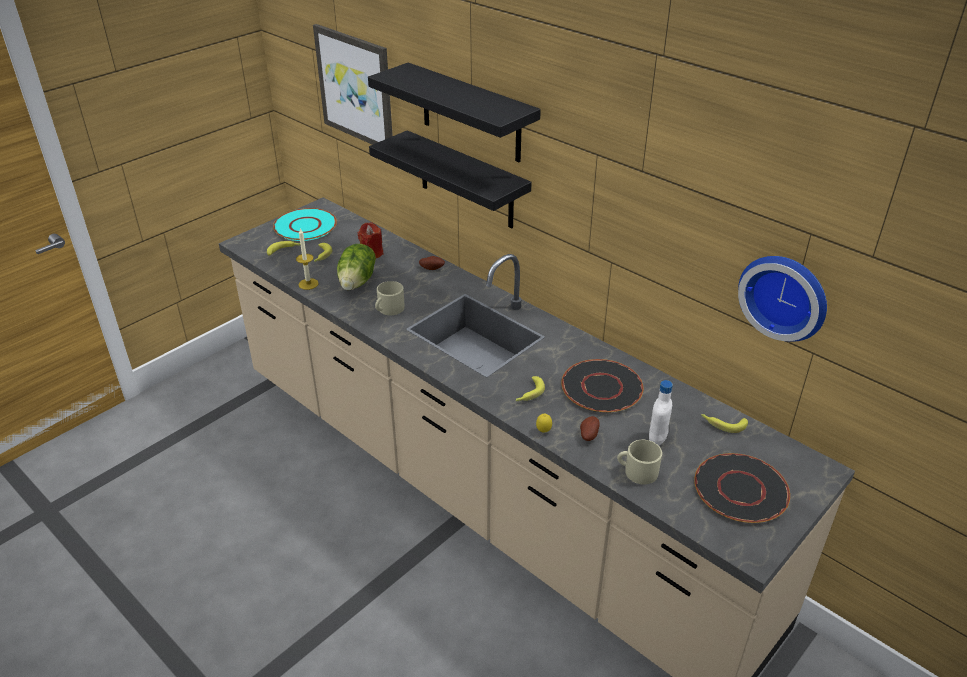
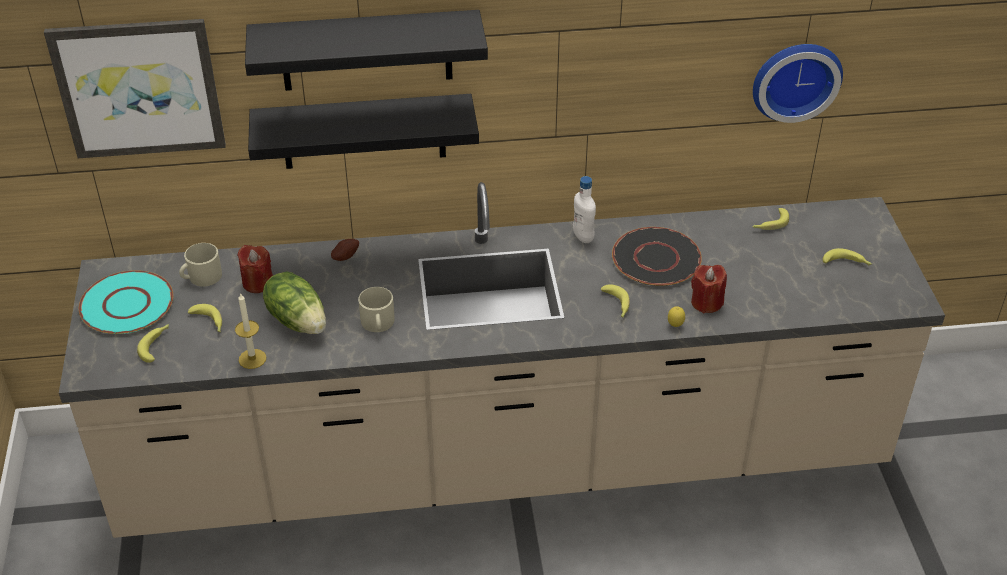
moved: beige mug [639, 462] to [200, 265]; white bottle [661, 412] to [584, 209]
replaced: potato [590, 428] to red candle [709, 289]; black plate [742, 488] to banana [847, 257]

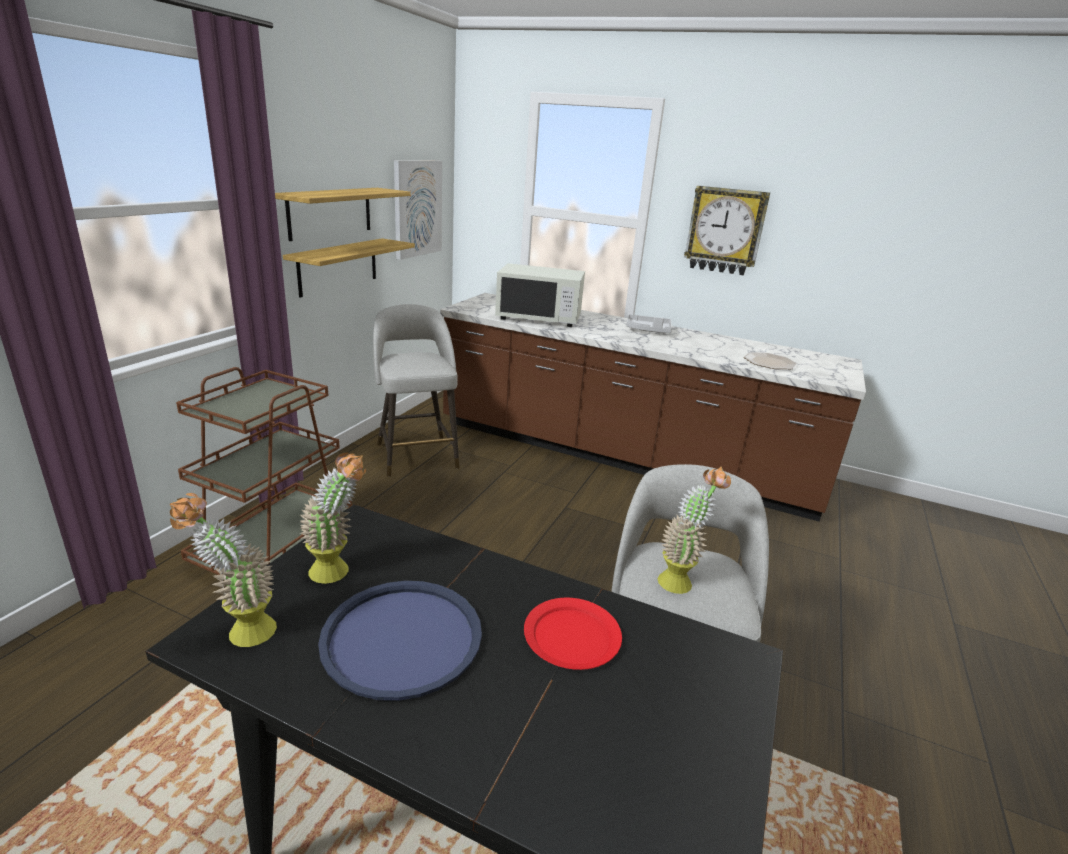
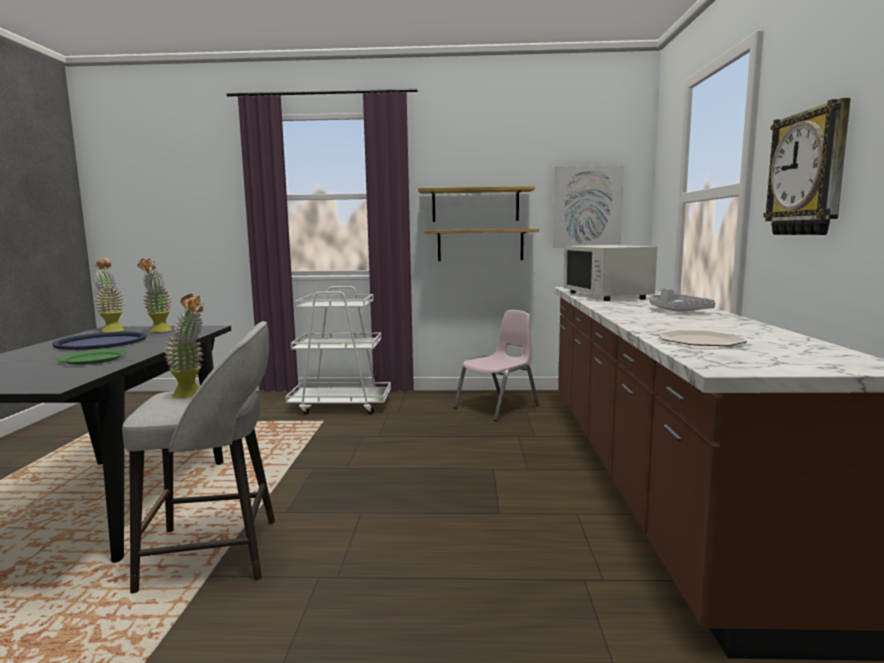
replaced: grey stool [416, 390] to pink chair [496, 365]
recoloured: red plate [573, 634] to green plate [92, 357]; brown cart [264, 471] to white cart [338, 350]

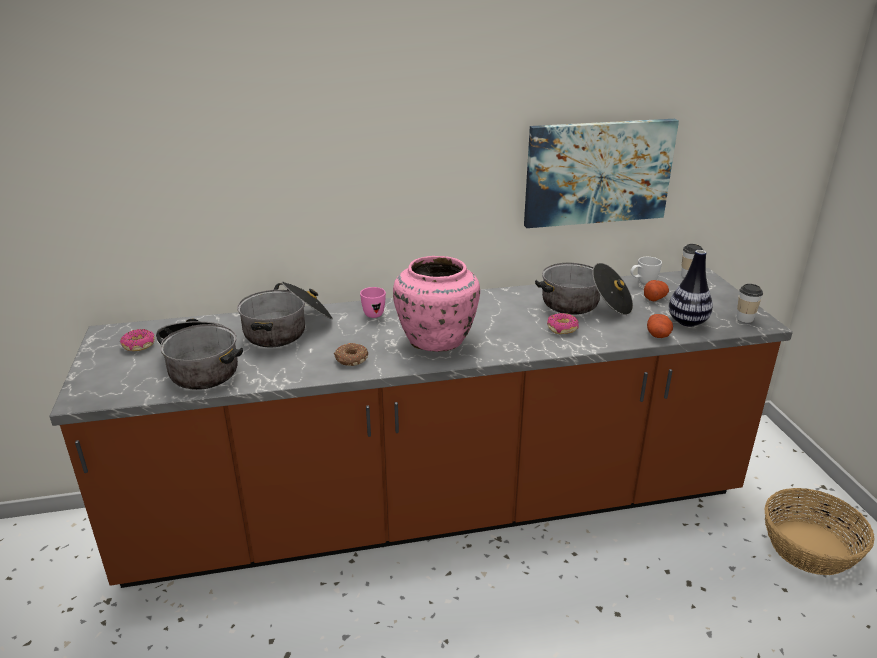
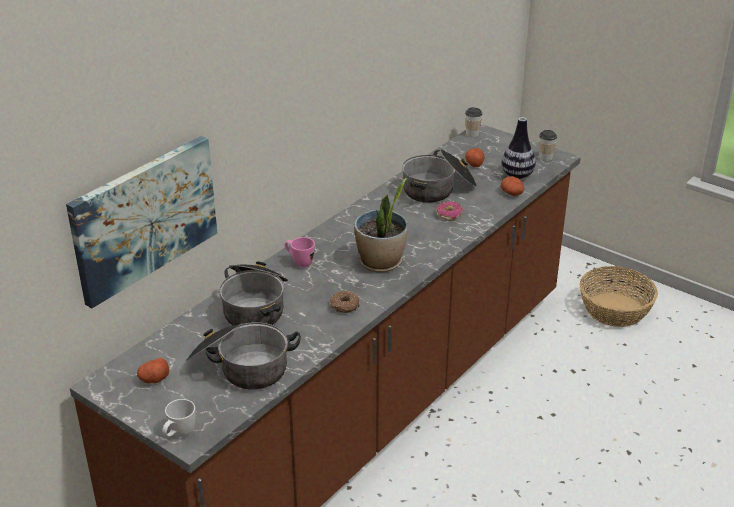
moved: picture [601, 173] to [141, 222]; white mug [646, 270] to [179, 418]
replaced: donut [137, 340] to potato [153, 370]; pink vase [436, 304] to potted plant [381, 225]

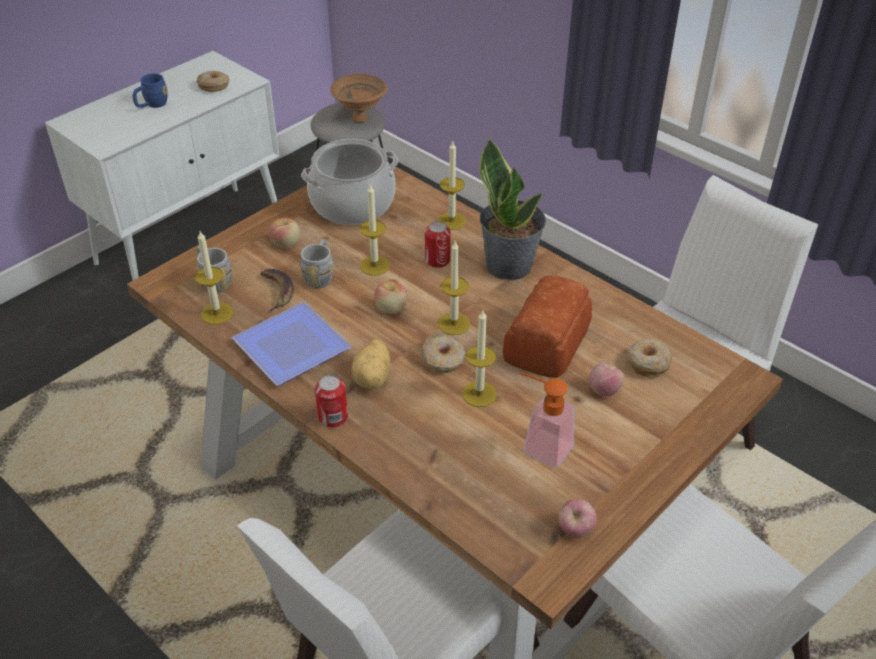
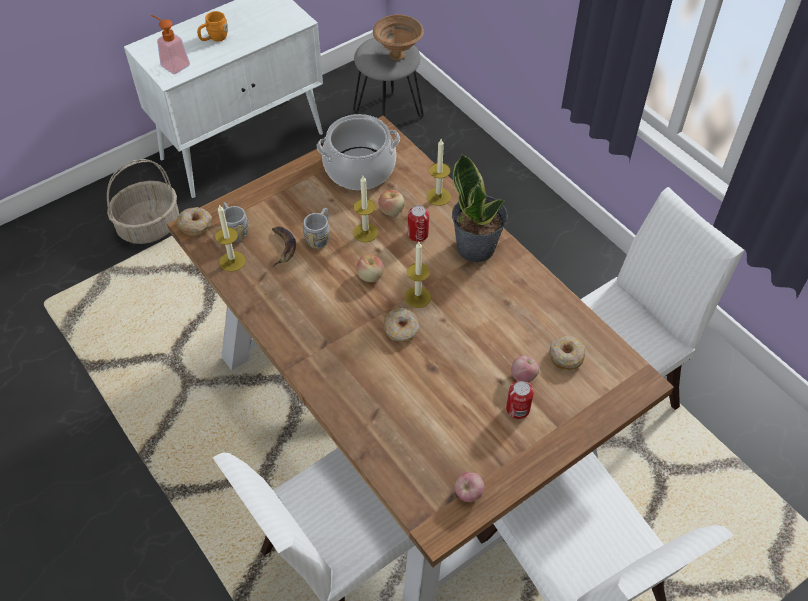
removed: plate [291, 344]; potato [371, 364]; candle [479, 359]; bread [547, 327]
added: basket [143, 201]
moved: soap dispenser [547, 419] to [170, 44]; donut [213, 81] to [194, 221]; apple [284, 232] to [391, 203]; can [331, 401] to [520, 400]
recoloured: blue mug [150, 90] to orange mug [212, 26]

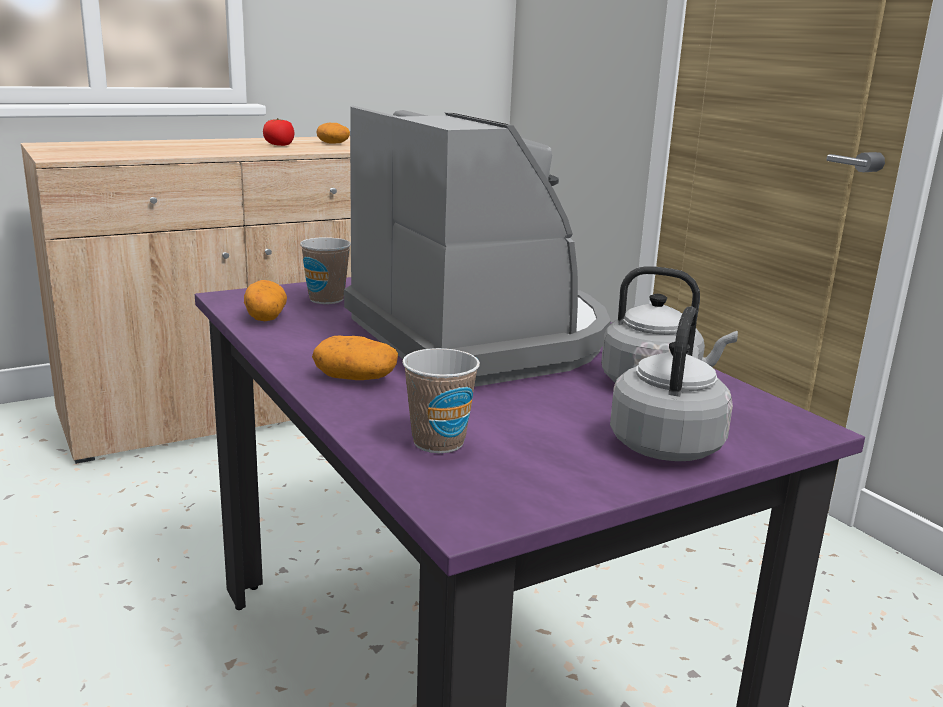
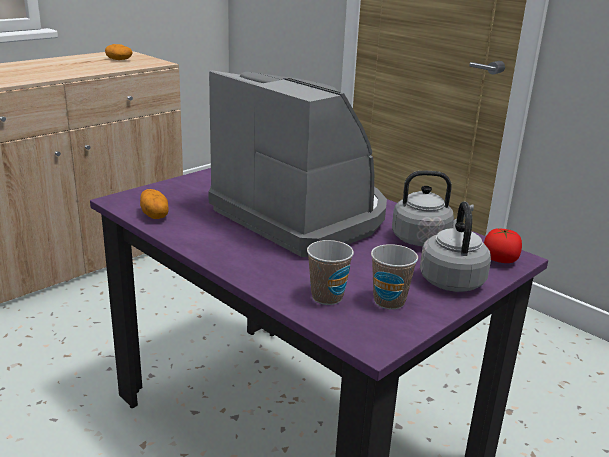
removed: potato [355, 358]
moved: cup [325, 270] to [394, 277]; tomato [278, 132] to [503, 245]

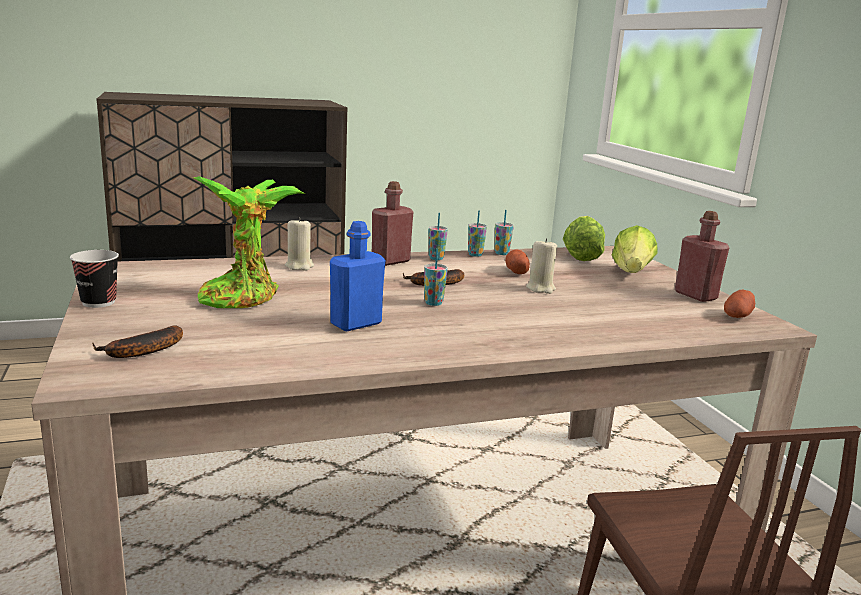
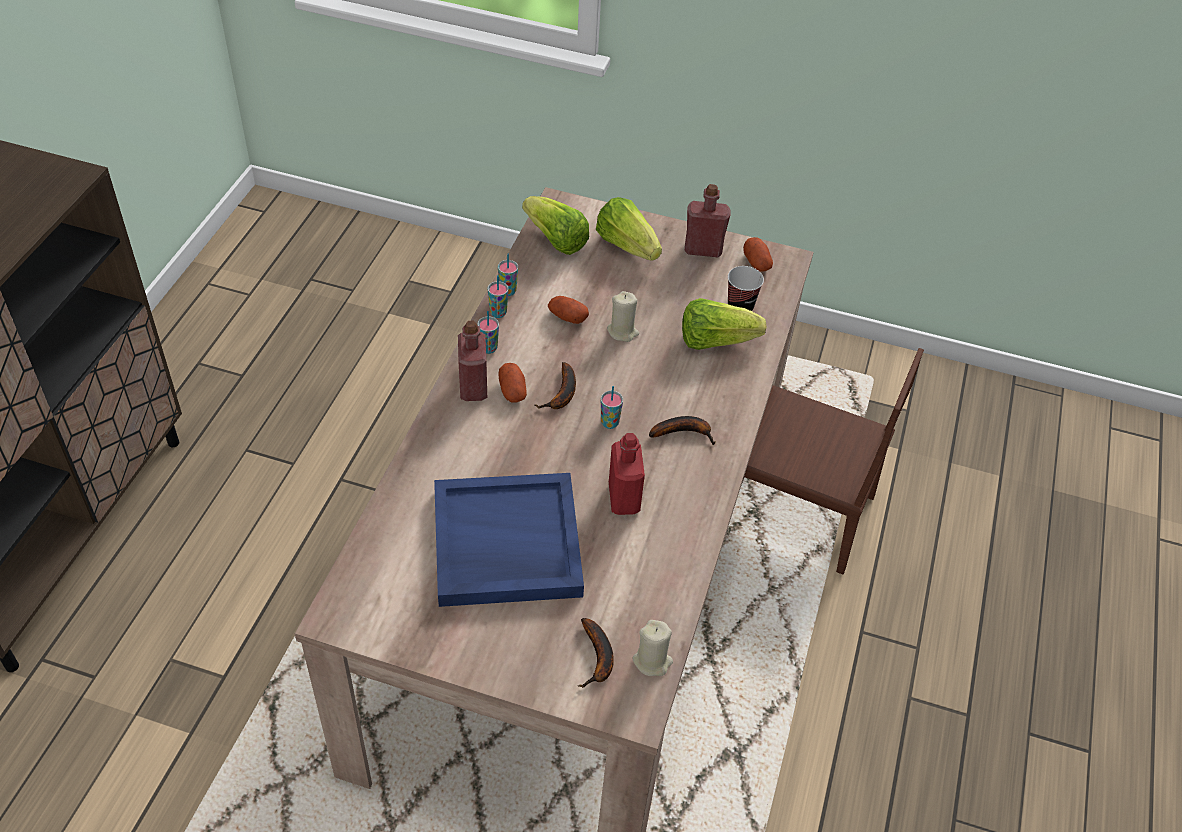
added: potato [513, 383]; banana [682, 430]; lettuce [724, 324]
moved: beige candle [299, 244] to [652, 648]; cup [94, 279] to [746, 288]
replaced: potted plant [249, 242] to blue tray [509, 540]
recoloured: blue bottle [357, 276] to red bottle [627, 474]

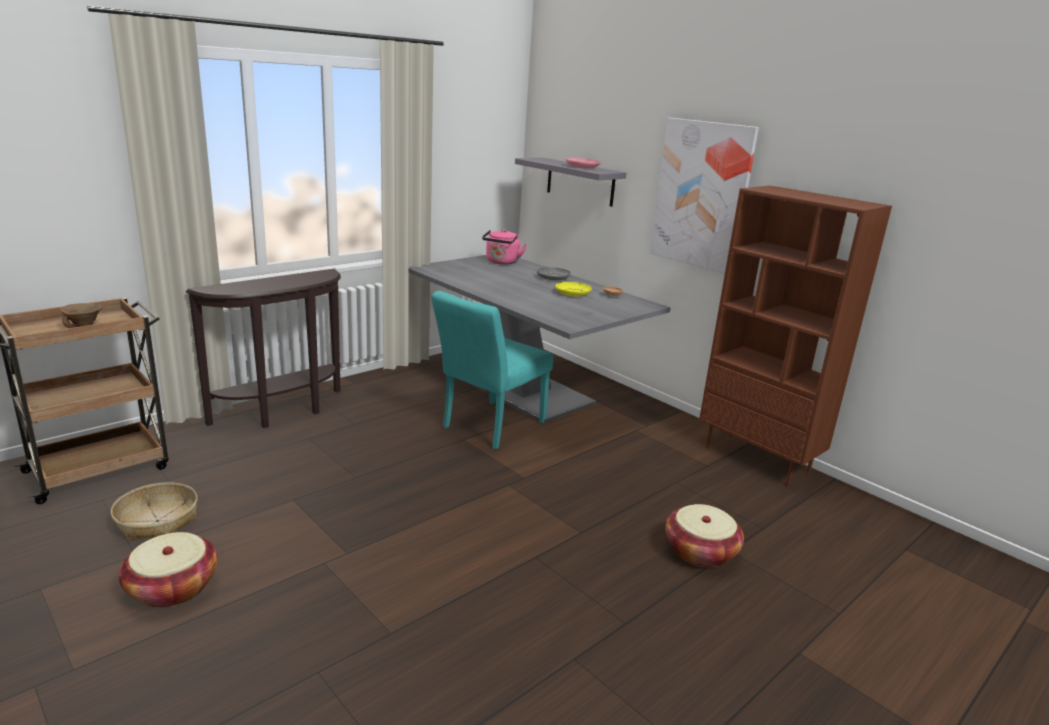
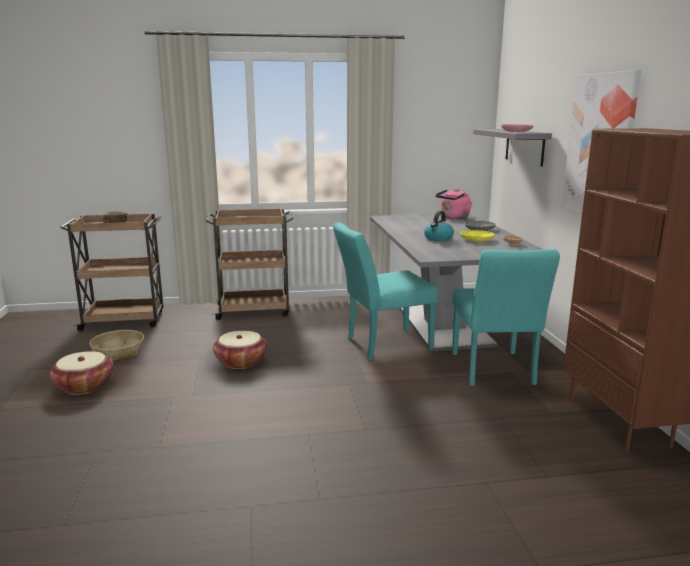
added: kettle [439, 226]; turquoise chair [506, 317]
moved: basket [704, 536] to [240, 350]
replaced: brown console table [263, 348] to brown cart [249, 264]

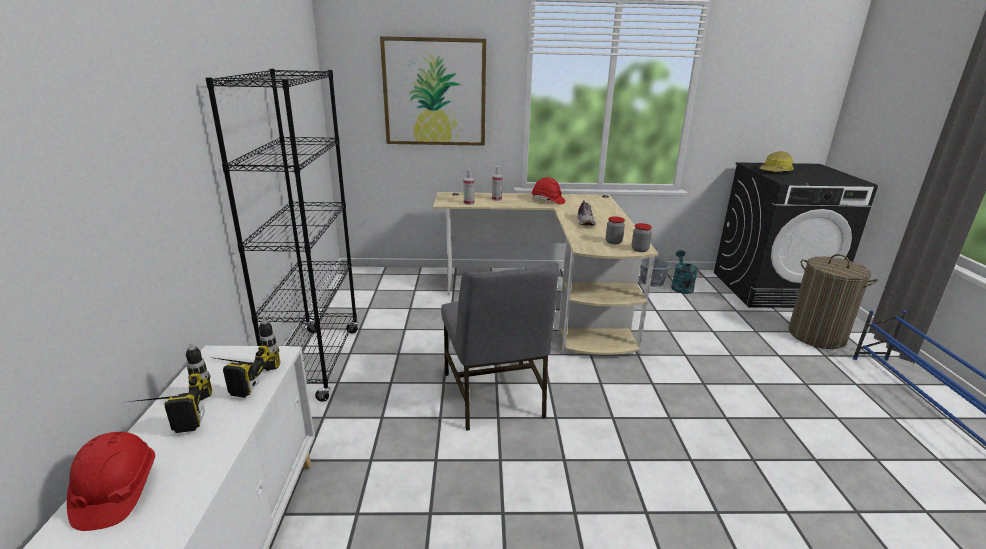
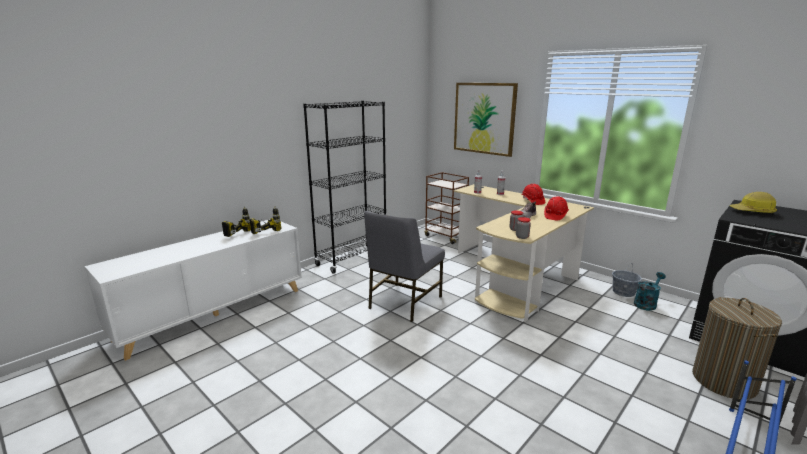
added: brown cart [446, 208]
moved: red hard hat [111, 481] to [556, 208]

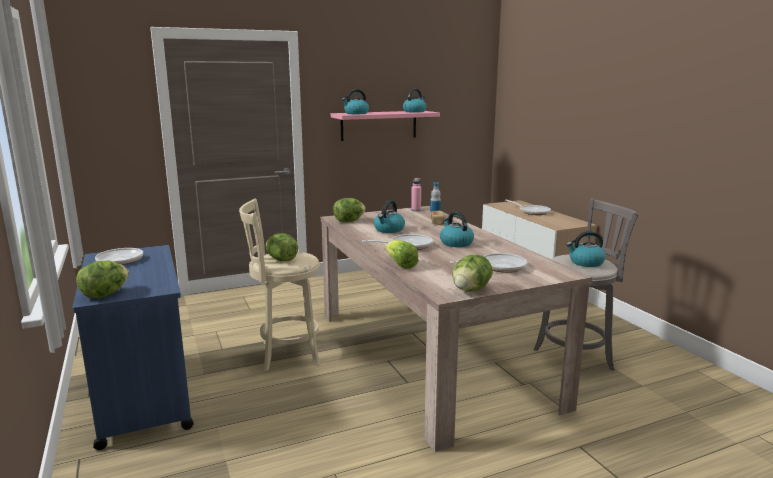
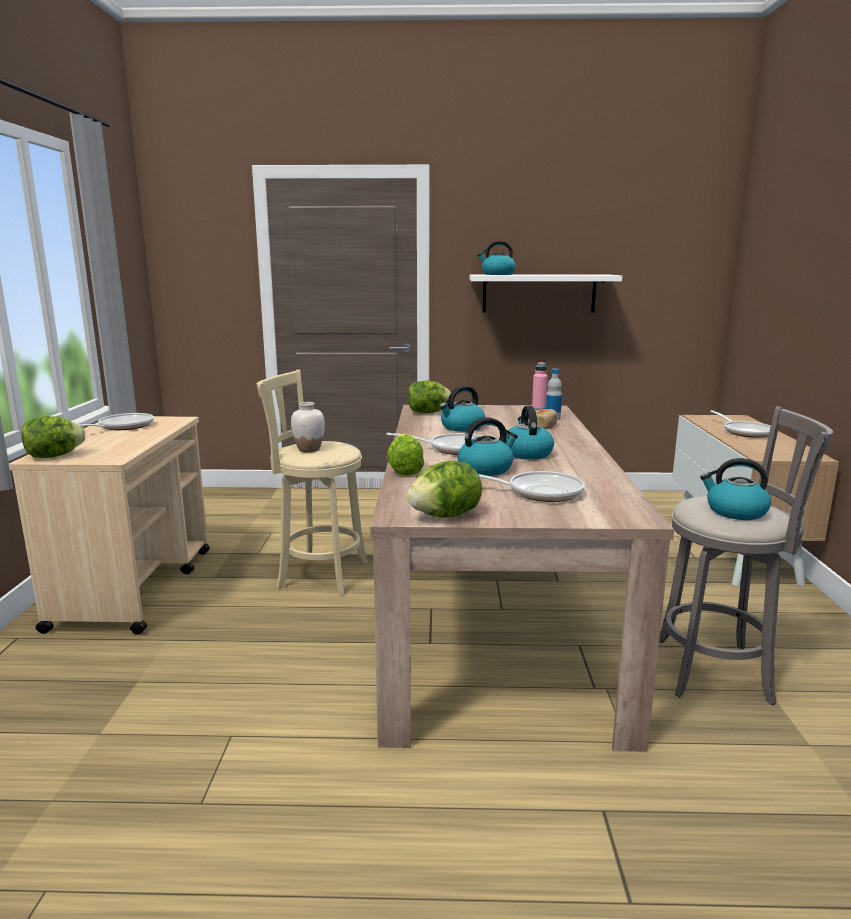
moved: kettle [415, 101] to [488, 447]
replaced: lettuce [282, 247] to white vase [308, 427]
recoloured: blue cart [133, 347] to beige cart [109, 525]; pink shelf [385, 126] to white shelf [545, 294]

